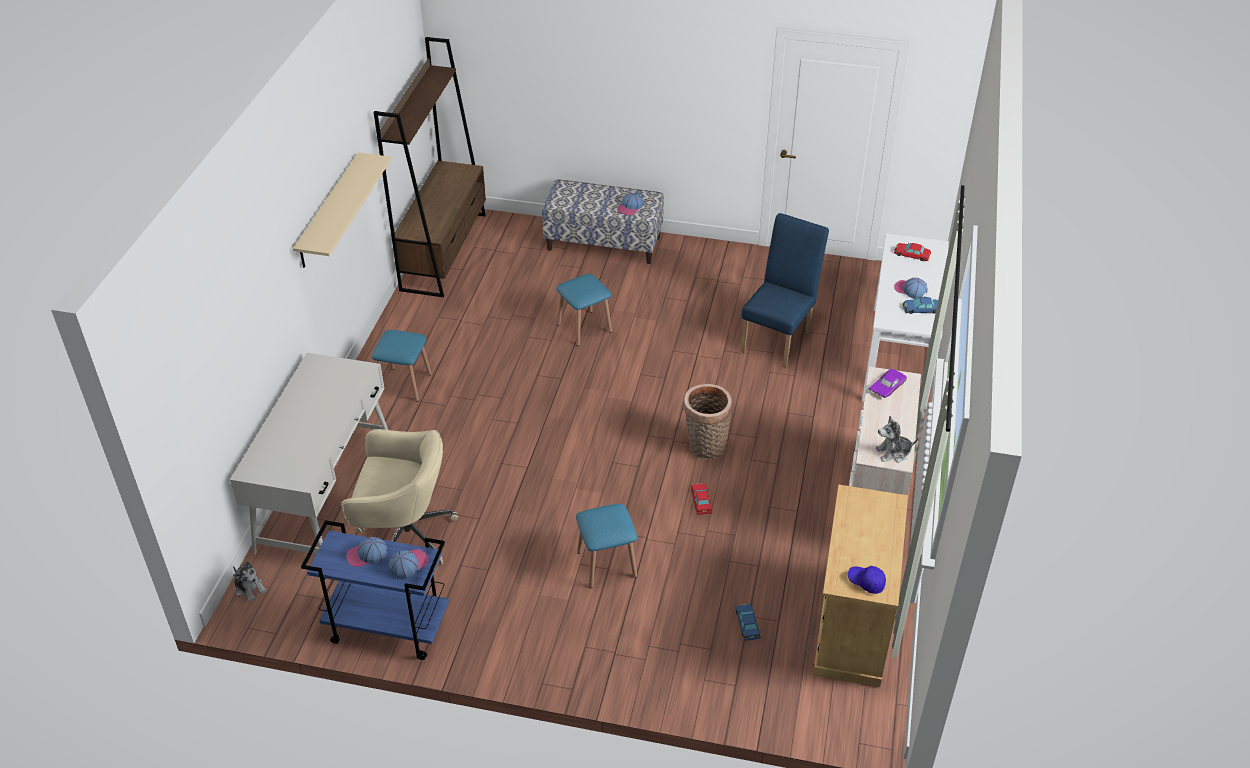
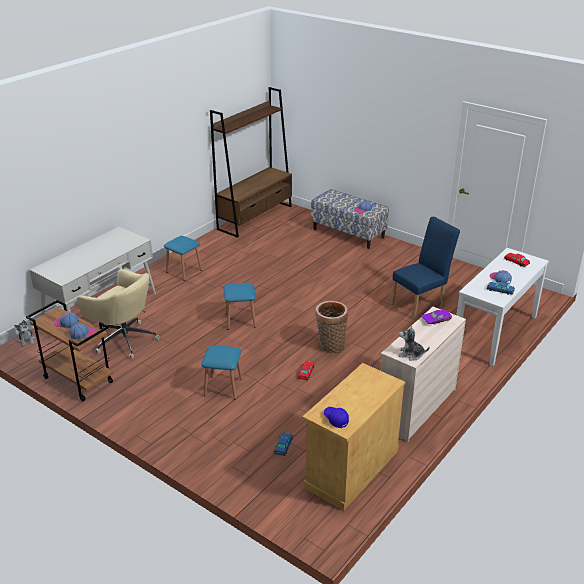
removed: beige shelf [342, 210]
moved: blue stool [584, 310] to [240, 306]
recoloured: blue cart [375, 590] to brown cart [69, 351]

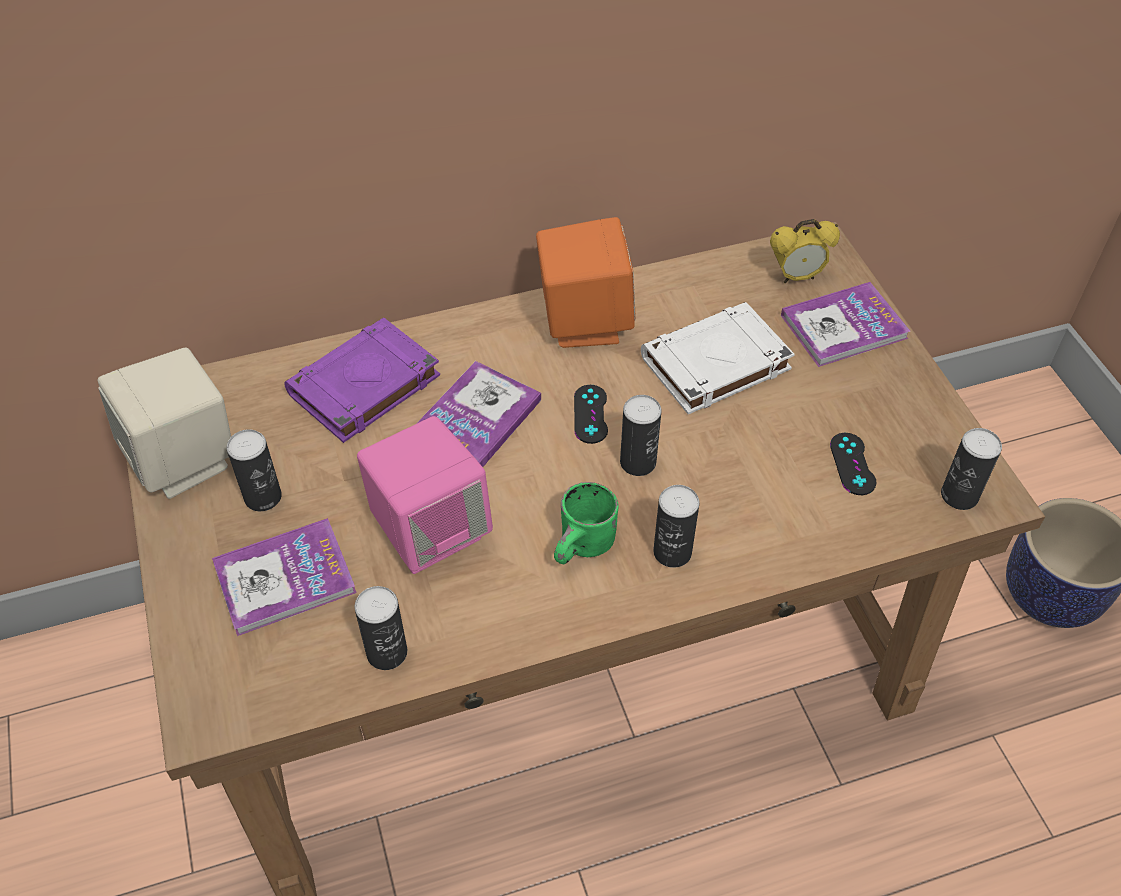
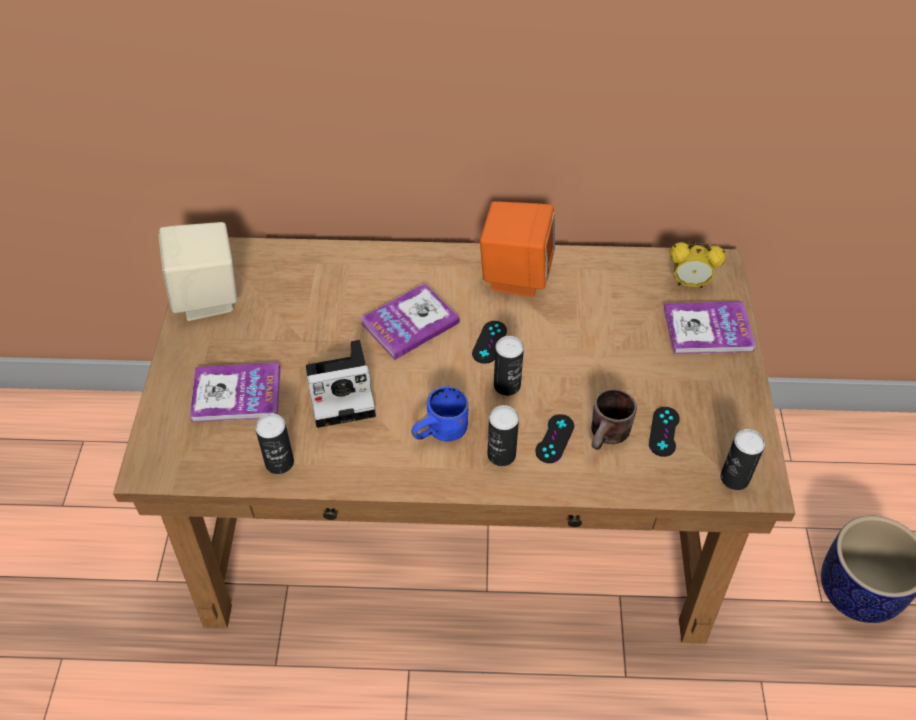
removed: can [254, 470]; purple book [362, 380]; white book [718, 358]
added: black game controller [554, 438]; brown mug [614, 419]
replaced: pink speaker [425, 495] to photo camera [341, 384]
recoloured: green mug [586, 523] to blue mug [440, 413]

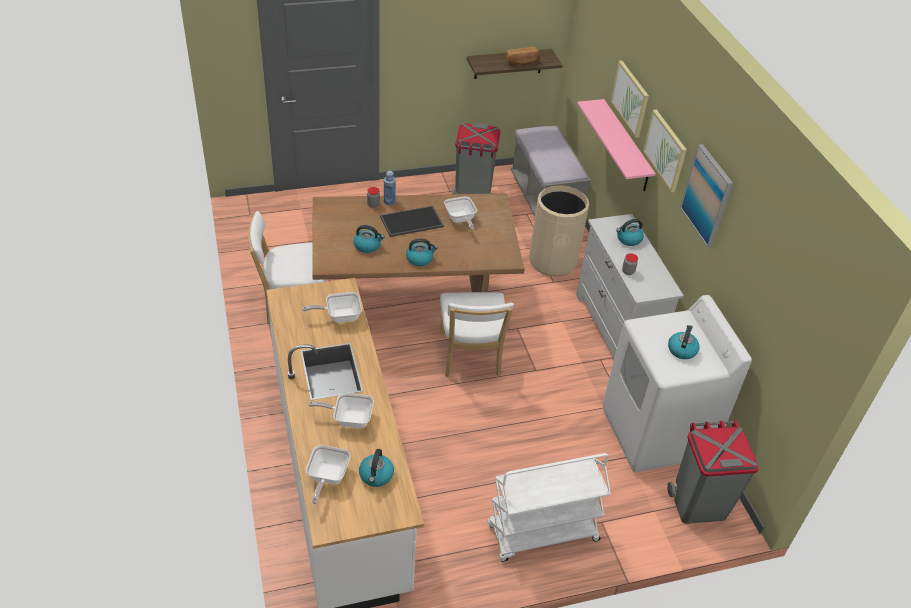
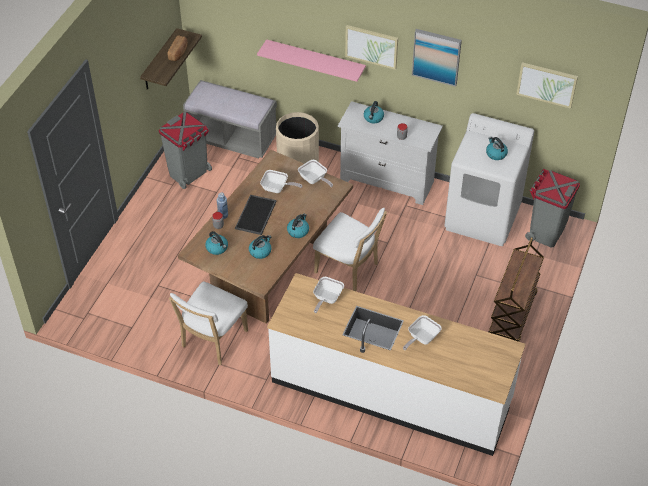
moved: kettle [376, 468] to [216, 243]; frying pan [328, 474] to [315, 173]; picture [630, 99] to [547, 85]
recoloured: white cart [549, 507] to brown cart [516, 289]

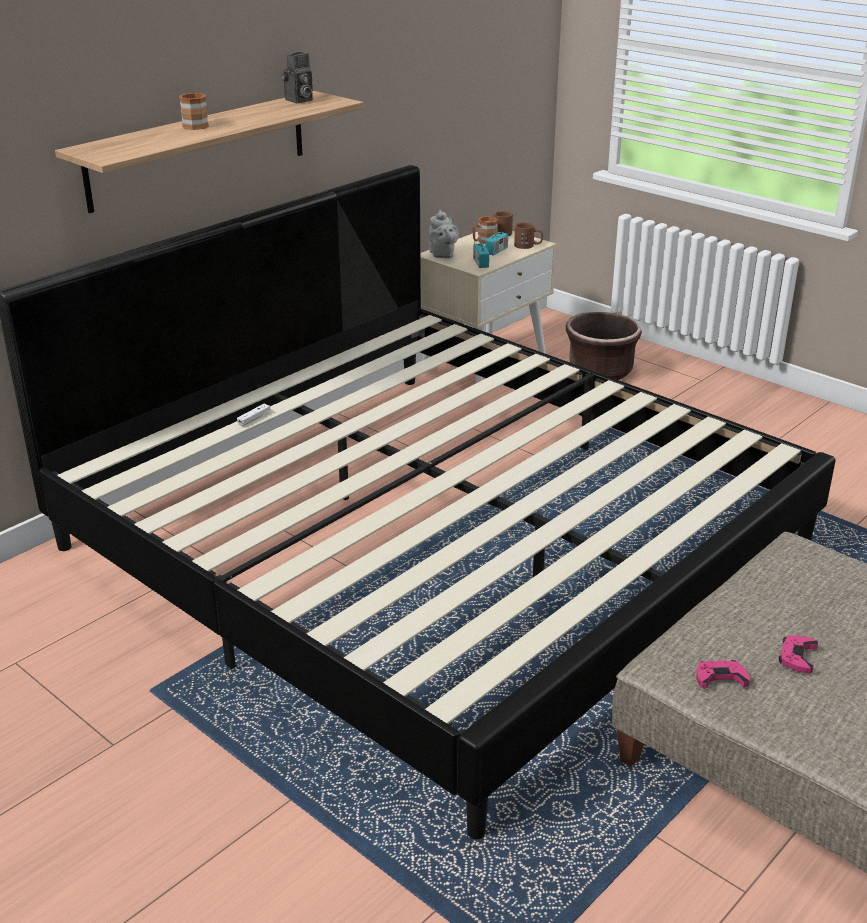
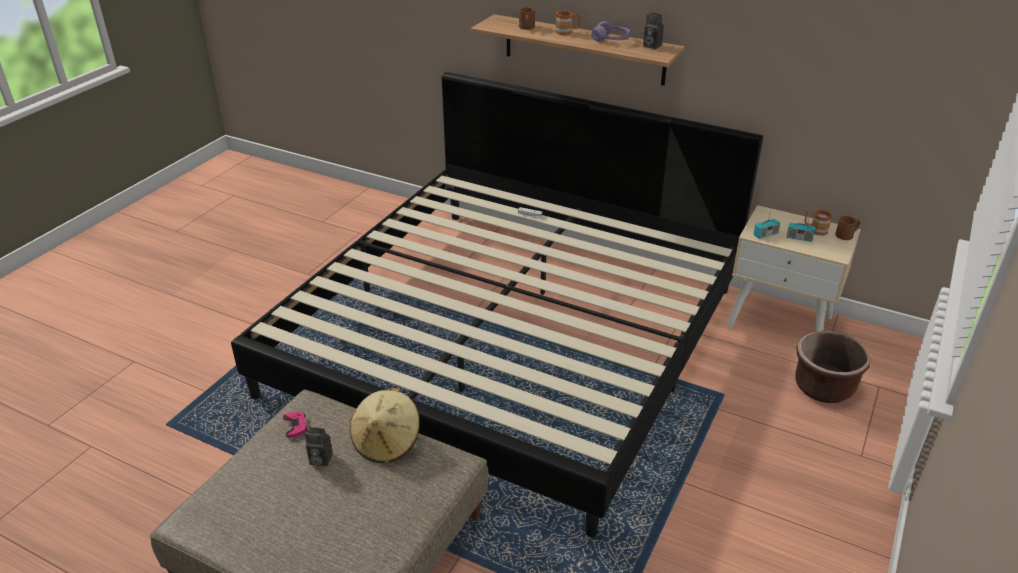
removed: grey teapot [444, 234]
added: beige hat [385, 425]; purple headphones [610, 31]
moved: brown mug [528, 235] to [527, 18]
replaced: pink game controller [798, 654] to photo camera [319, 446]

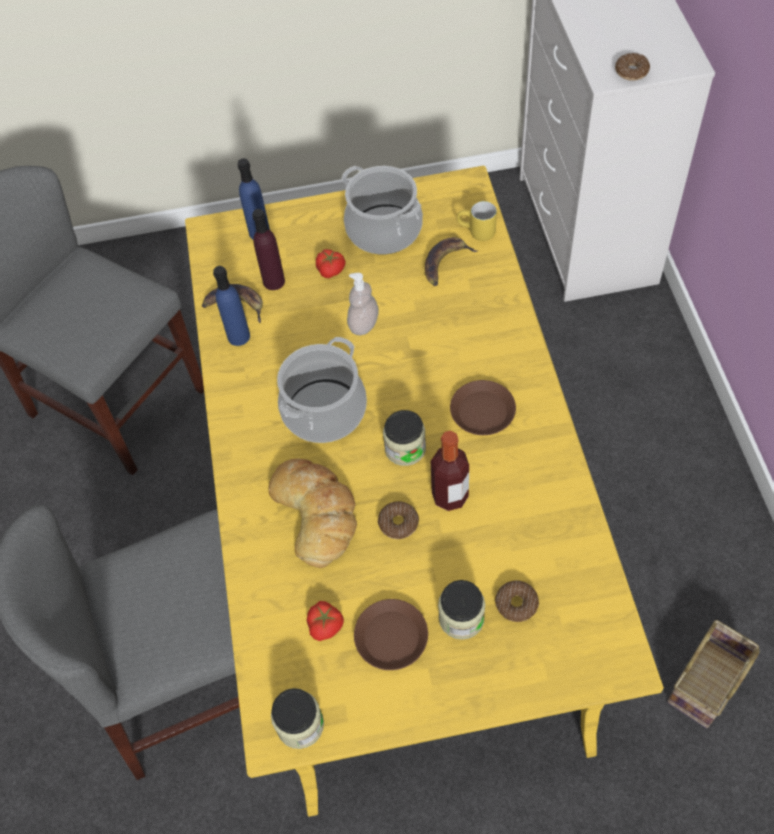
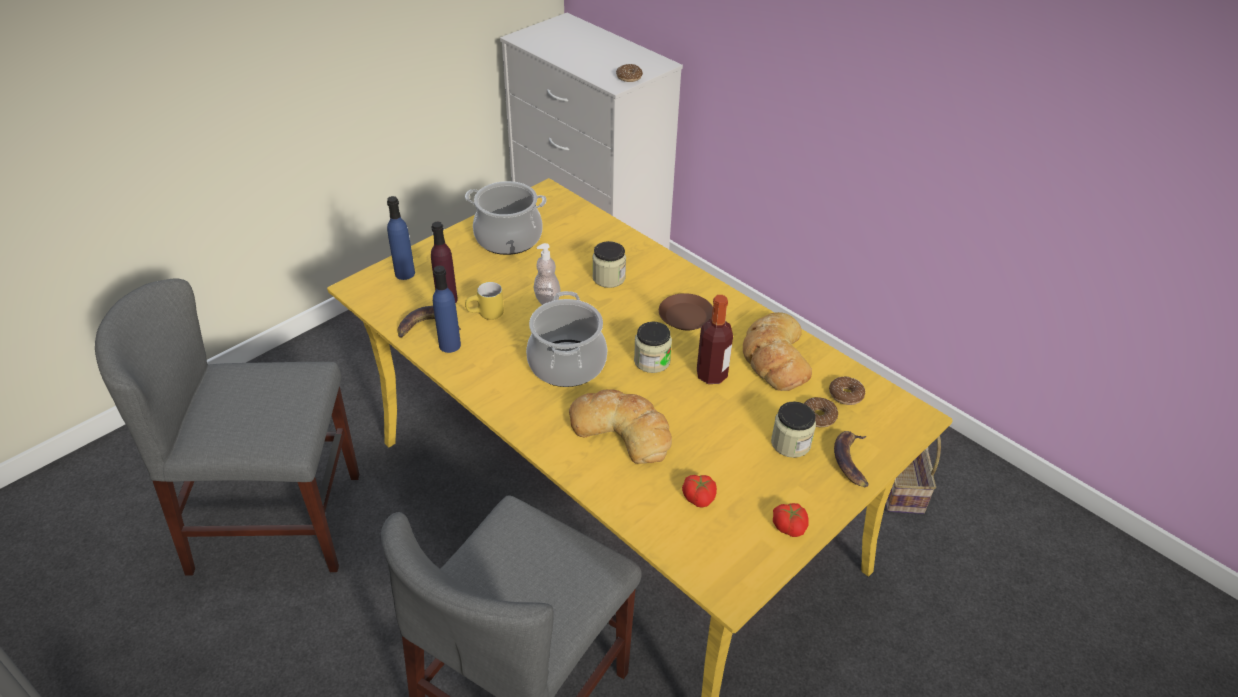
removed: brown plate [391, 634]
added: bread [777, 351]
moved: yellow mug [477, 221] to [484, 301]; jar [297, 718] to [609, 264]; tomato [330, 263] to [791, 520]; donut [398, 520] to [847, 390]; banana [451, 261] to [851, 459]

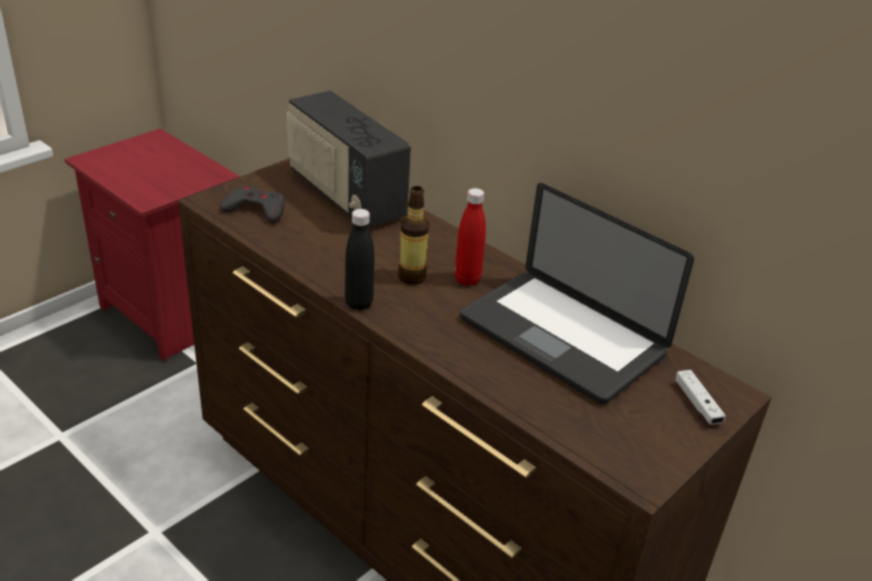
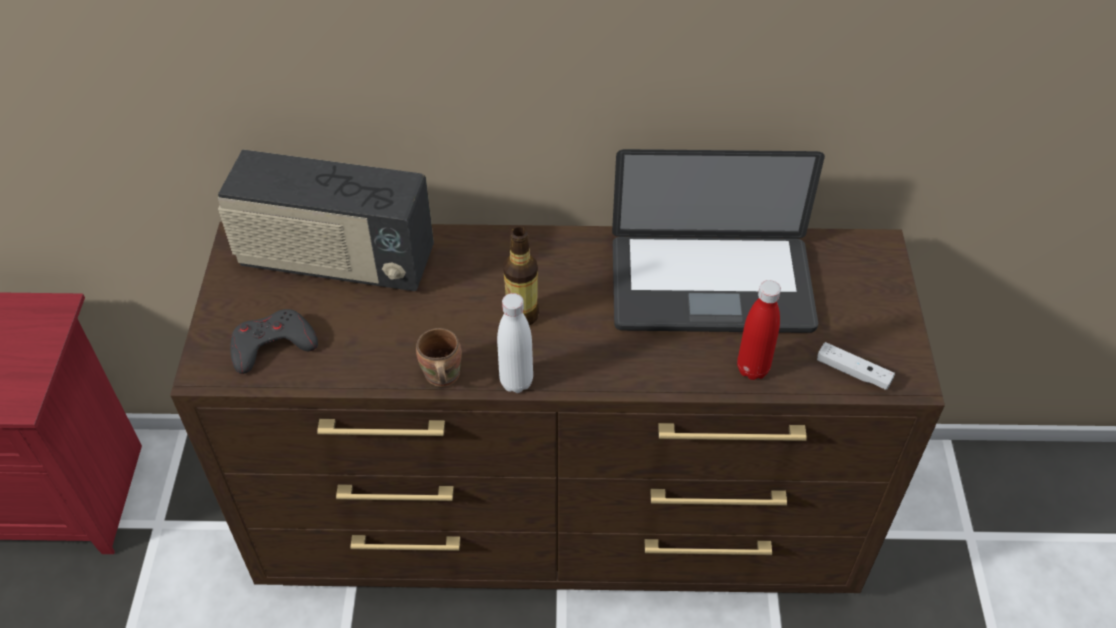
added: brown mug [439, 357]
moved: red bottle [470, 237] to [759, 330]; white game controller [700, 397] to [856, 366]
recoloured: black bottle [360, 259] to white bottle [515, 343]

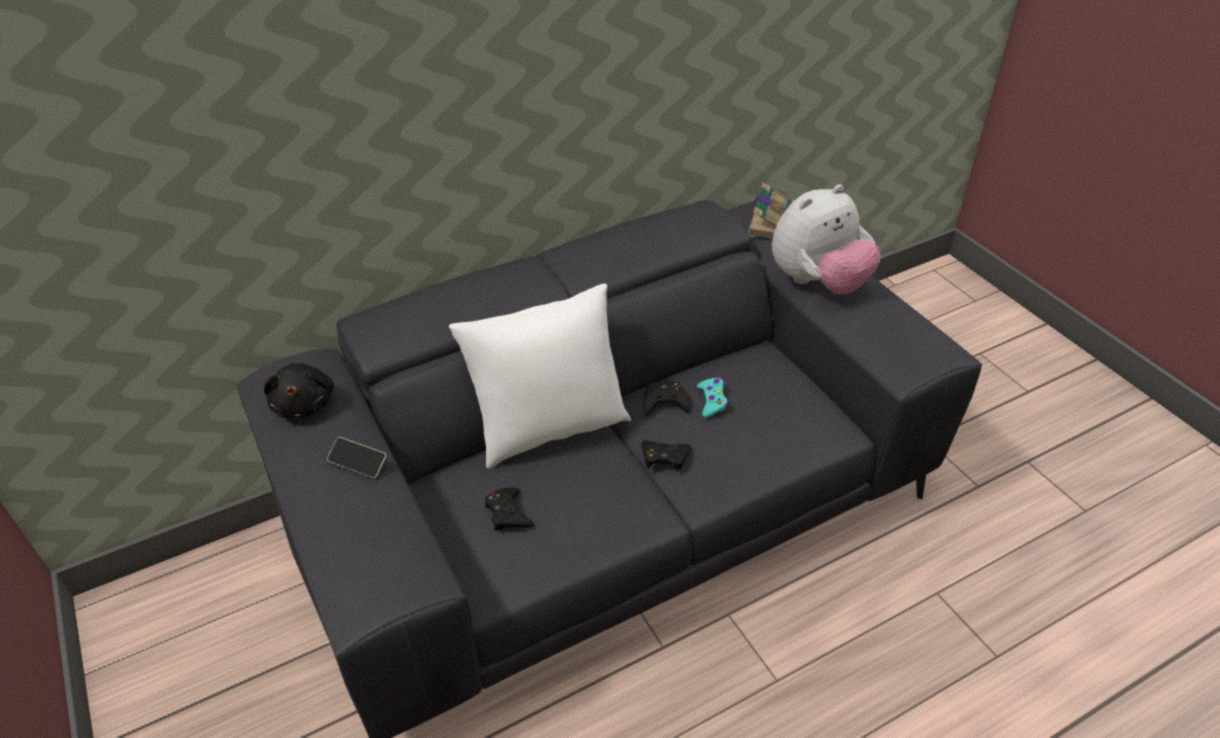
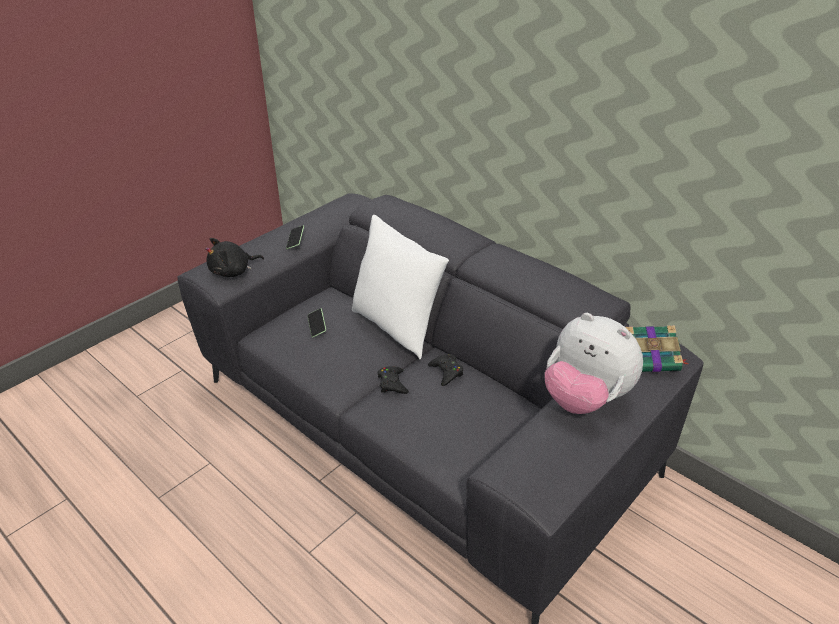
removed: turquoise game controller [712, 398]
moved: black plush toy [299, 390] to [234, 257]
replaced: black game controller [509, 509] to phone [316, 323]

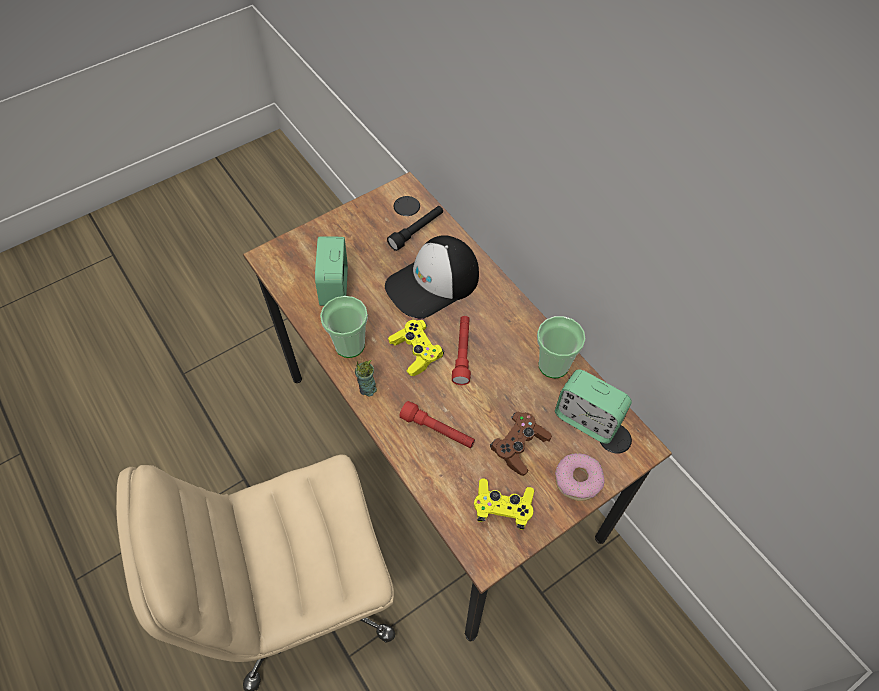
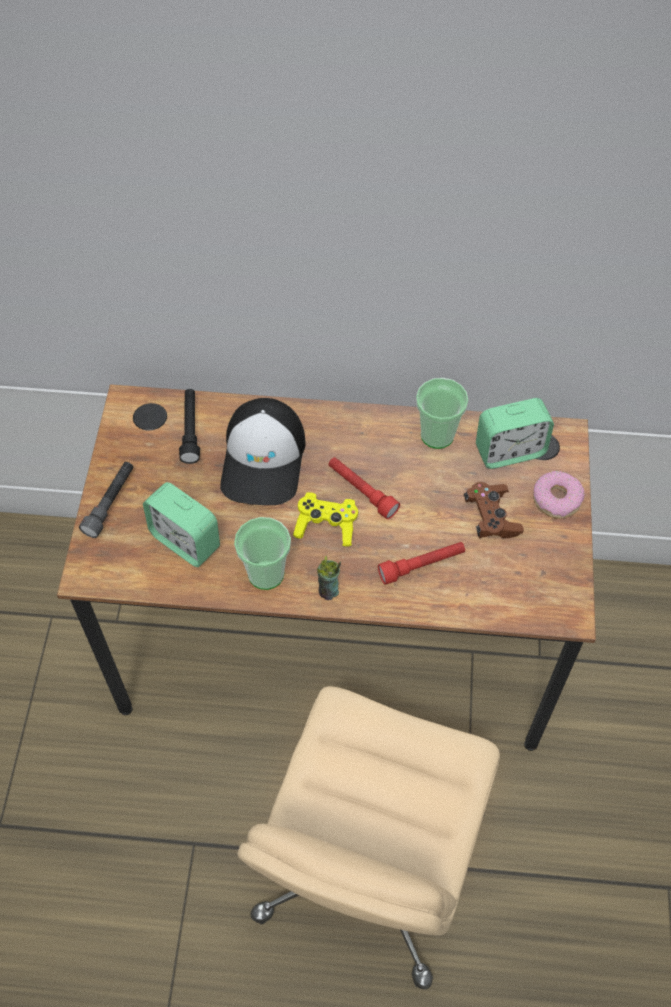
removed: yellow game controller [504, 504]
added: grey flashlight [106, 500]

